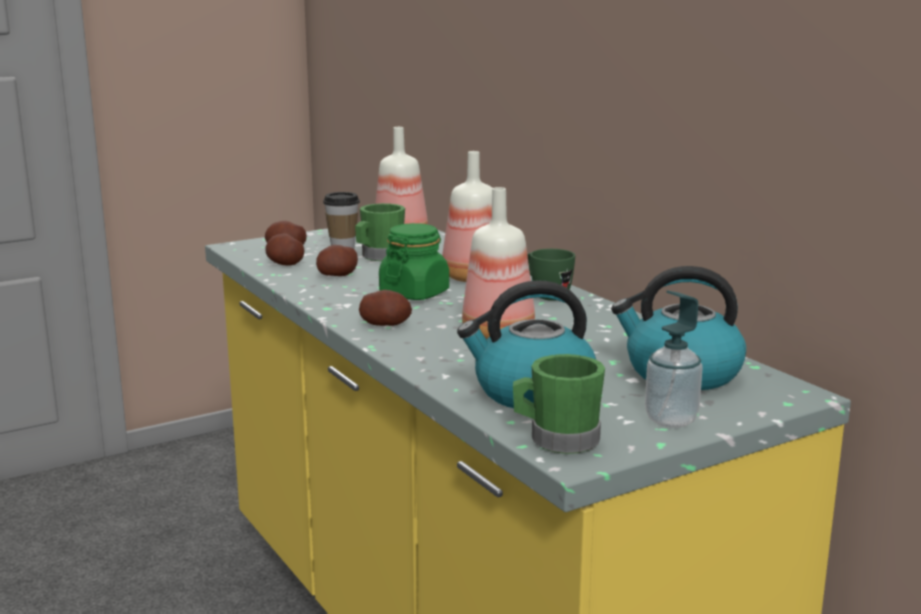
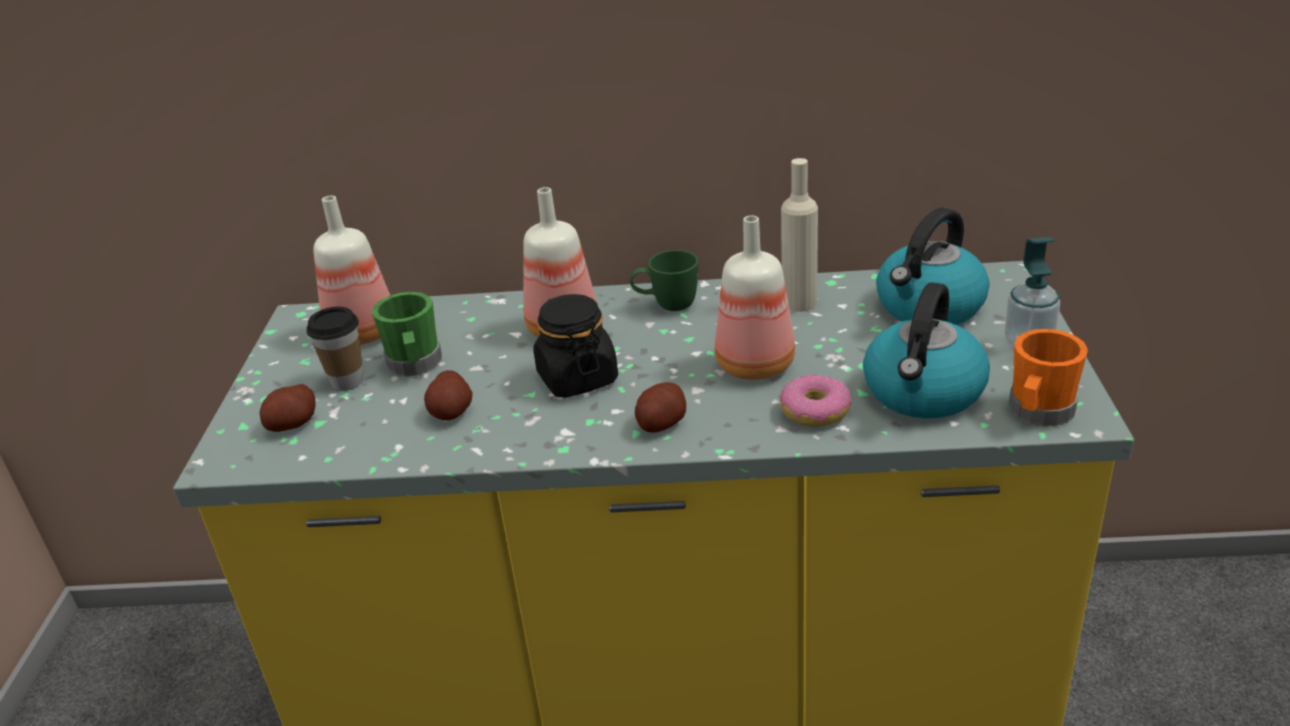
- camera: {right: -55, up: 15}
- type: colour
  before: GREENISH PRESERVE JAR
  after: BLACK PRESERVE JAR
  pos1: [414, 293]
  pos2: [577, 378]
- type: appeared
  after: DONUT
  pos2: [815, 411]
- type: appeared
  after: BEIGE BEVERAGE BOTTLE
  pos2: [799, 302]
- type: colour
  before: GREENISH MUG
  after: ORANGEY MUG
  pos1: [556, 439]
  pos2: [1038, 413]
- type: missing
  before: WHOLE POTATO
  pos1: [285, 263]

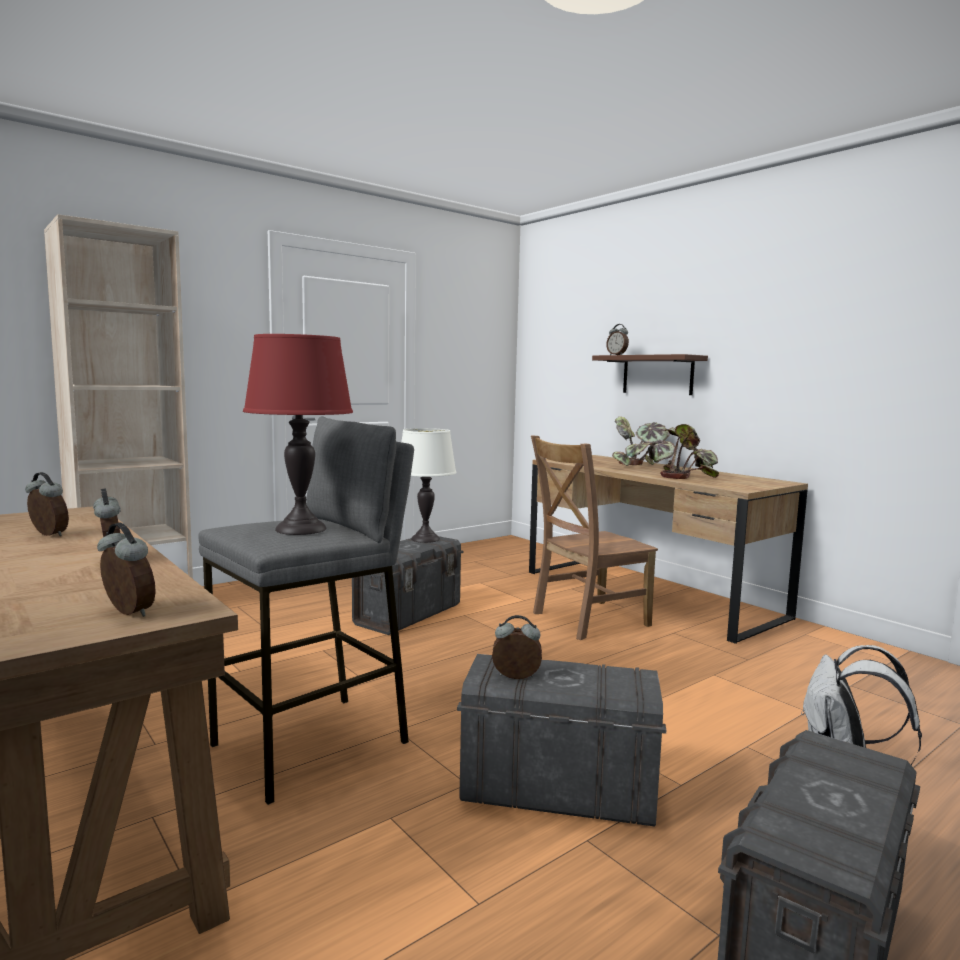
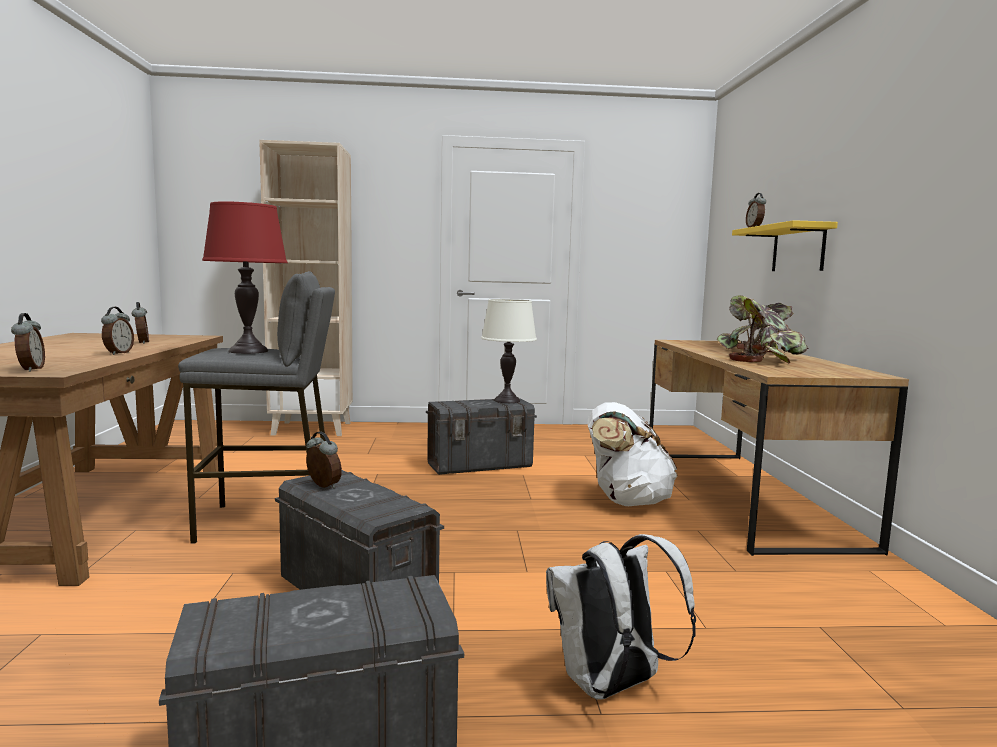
- camera: {right: 35, up: 0}
- type: exchanged
  before: BROWN-COLOURED PLAIN CHAIR
  after: WHITISH RUCKSACK
  pos1: [586, 620]
  pos2: [626, 501]
- type: colour
  before: BROWN-COLOURED SHELF
  after: YELLOW-COLOURED SHELF
  pos1: [657, 375]
  pos2: [798, 249]

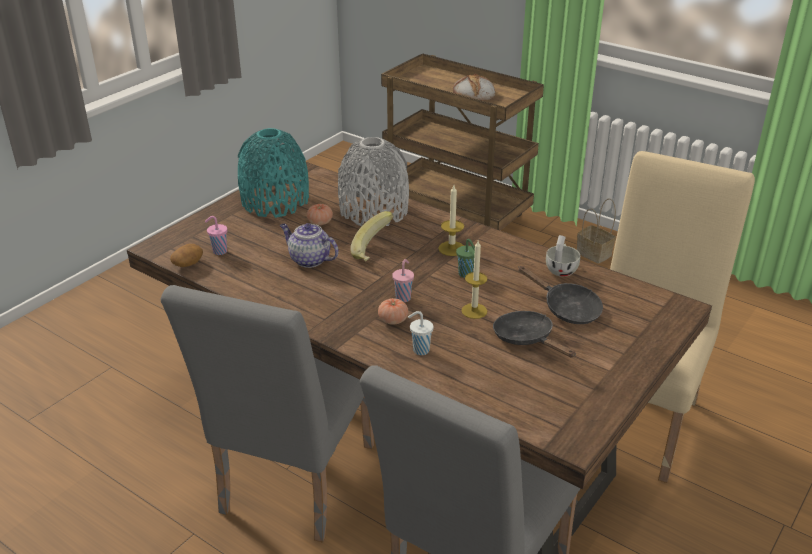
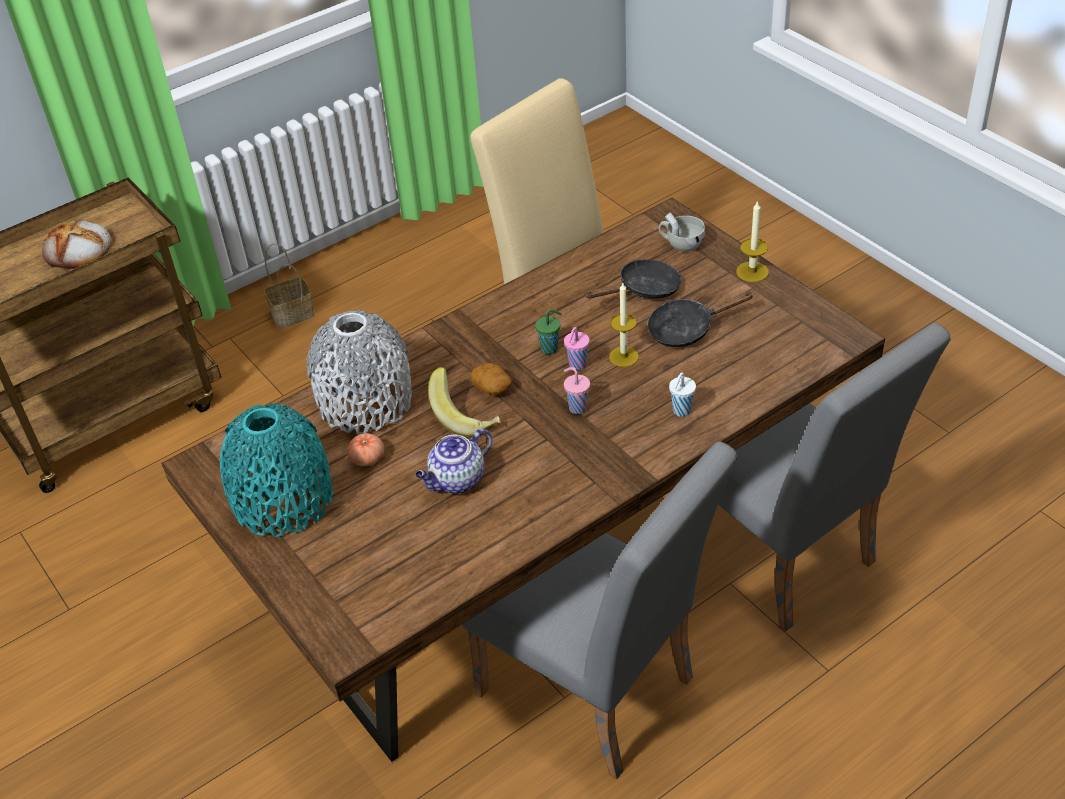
- camera: {right: -70, up: 10}
- type: relocated
  before: WHOLE POTATO
  pos1: [188, 264]
  pos2: [492, 388]
- type: relocated
  before: PINK-COLOURED DRINKING CUP
  pos1: [219, 251]
  pos2: [577, 365]
- type: relocated
  before: WHITISH DRINKING CUP
  pos1: [561, 269]
  pos2: [680, 244]
- type: relocated
  before: CANDLE
  pos1: [451, 248]
  pos2: [752, 272]
- type: missing
  before: WHOLE TOMATO
  pos1: [393, 320]

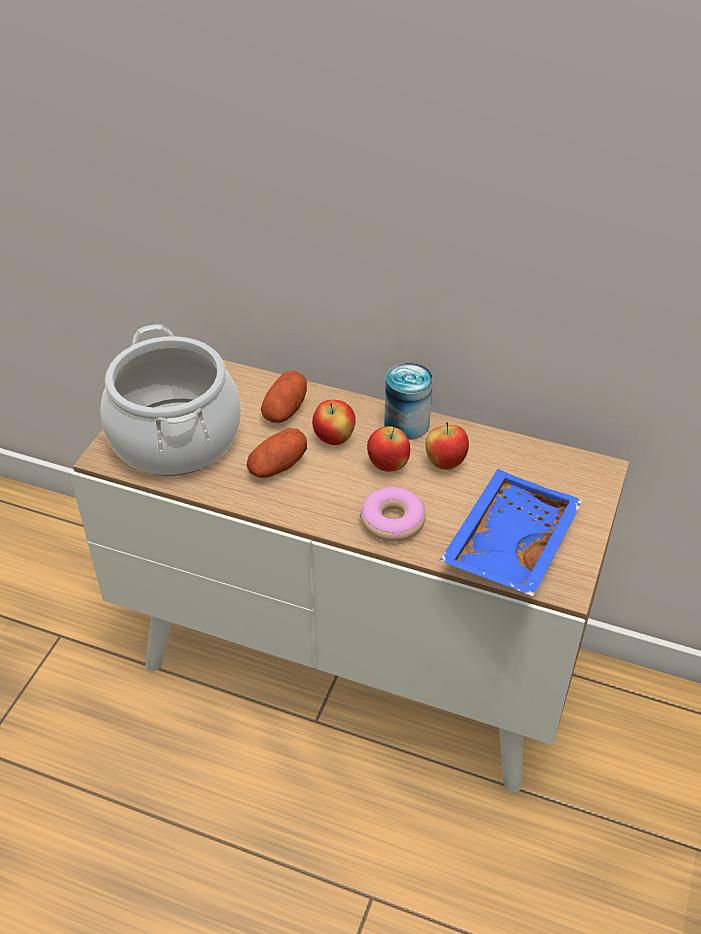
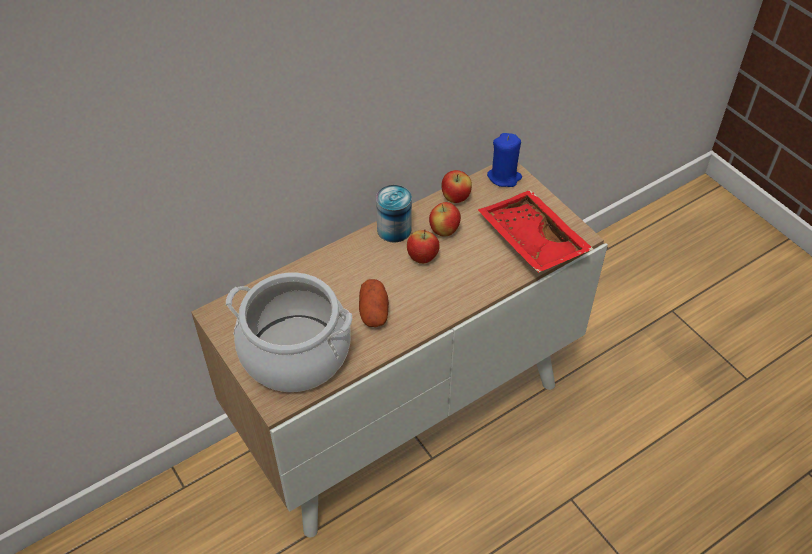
- camera: {right: -55, up: 5}
- type: relocated
  before: APPLE
  pos1: [334, 439]
  pos2: [455, 198]
- type: colour
  before: BLUE-COLOURED SERVING TRAY
  after: REDDISH SERVING TRAY
  pos1: [508, 544]
  pos2: [530, 241]
- type: appeared
  after: BLUE-COLOURED CANDLE
  pos2: [504, 177]
- type: missing
  before: WHOLE POTATO
  pos1: [285, 410]
- type: missing
  before: DONUT
  pos1: [393, 521]

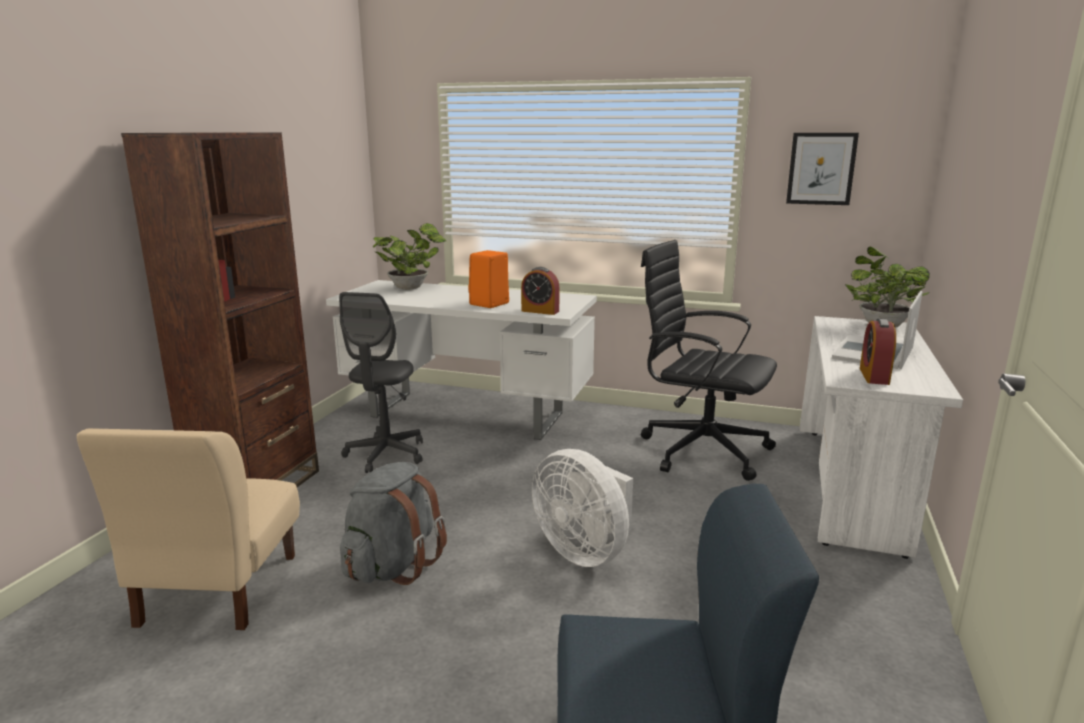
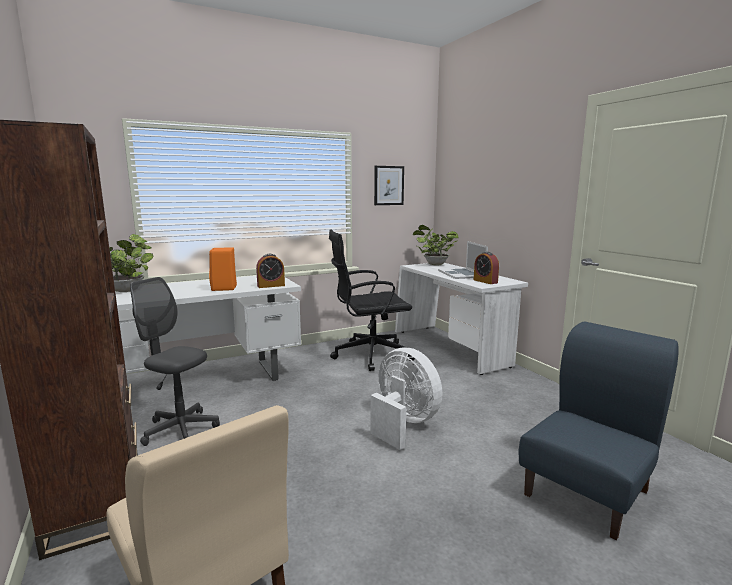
- camera: {right: -45, up: -5}
- type: spun
  before: GREY DESK CHAIR
  pos1: [386, 455]
  pos2: [180, 430]
  turn: 150
- type: spun
  before: WHITISH ELECTRIC FAN
  pos1: [584, 551]
  pos2: [403, 424]
  turn: -135
- type: missing
  before: GREY RUCKSACK
  pos1: [393, 566]

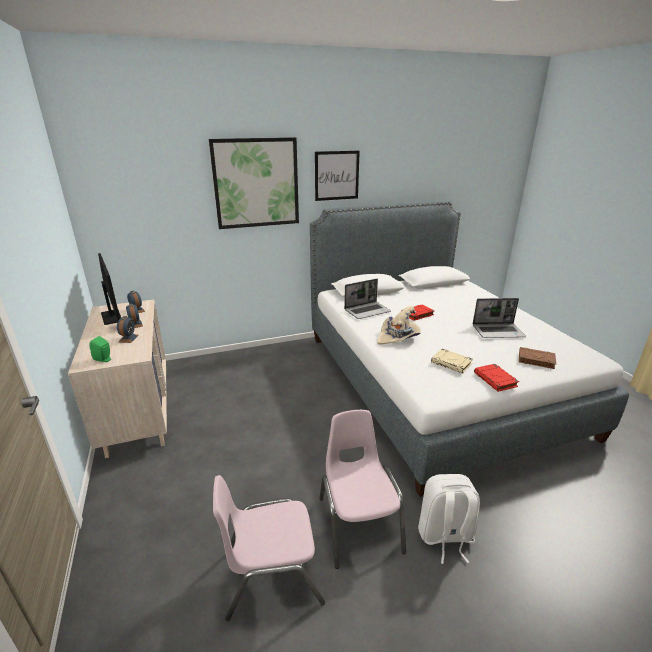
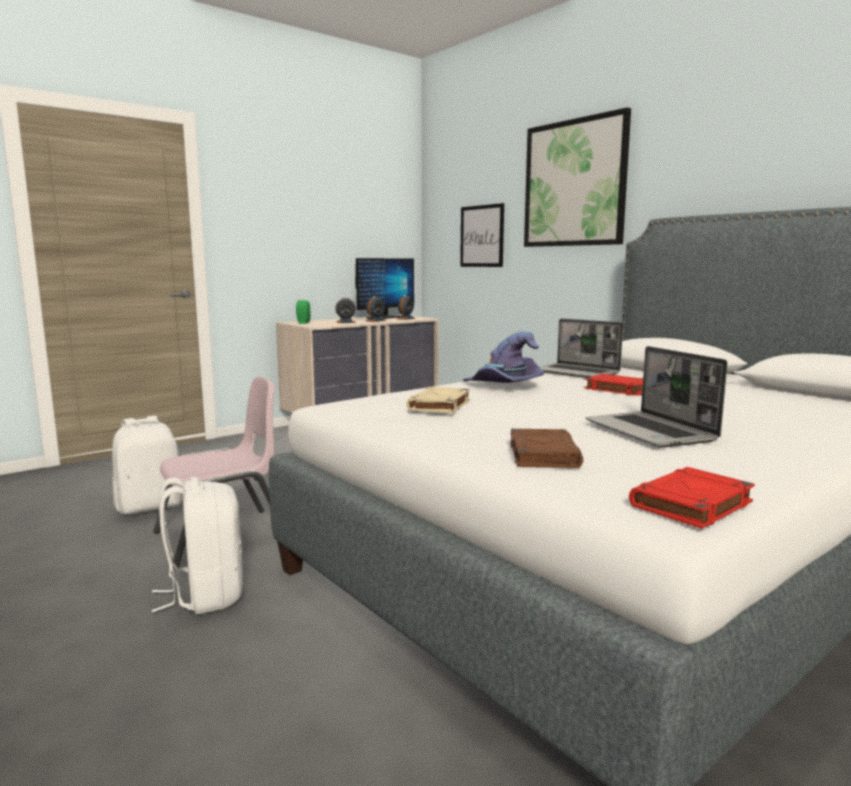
- camera: {right: 70, up: -15}
- type: exchanged
  before: PINK-COLOURED PLAIN CHAIR
  after: WHITISH RUCKSACK
  pos1: [272, 575]
  pos2: [151, 506]
- type: relocated
  before: PICTURE
  pos1: [336, 175]
  pos2: [482, 236]
- type: colour
  before: BEIGE WEARABLE HAT
  after: PURPLE WEARABLE HAT
  pos1: [398, 337]
  pos2: [503, 386]
- type: relocated
  before: REDDISH BOUND BOOK
  pos1: [495, 380]
  pos2: [691, 505]

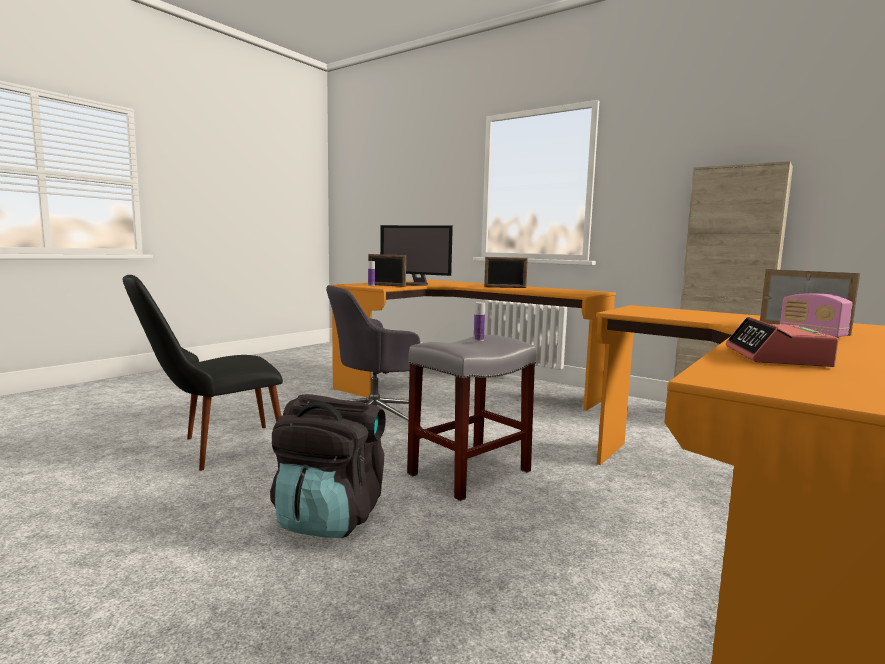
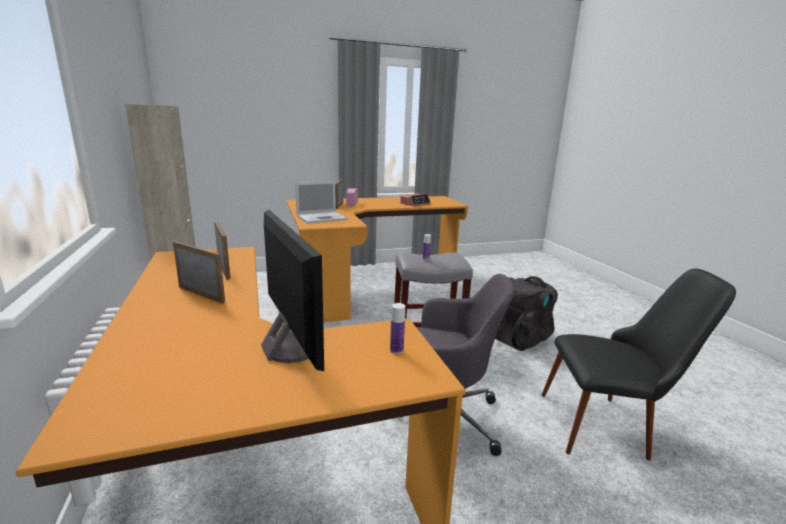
- camera: {right: -145, up: 10}
- type: relocated
  before: PICTURE FRAME
  pos1: [386, 285]
  pos2: [224, 269]
- type: appeared
  after: PORTABLE COMPUTER
  pos2: [322, 217]

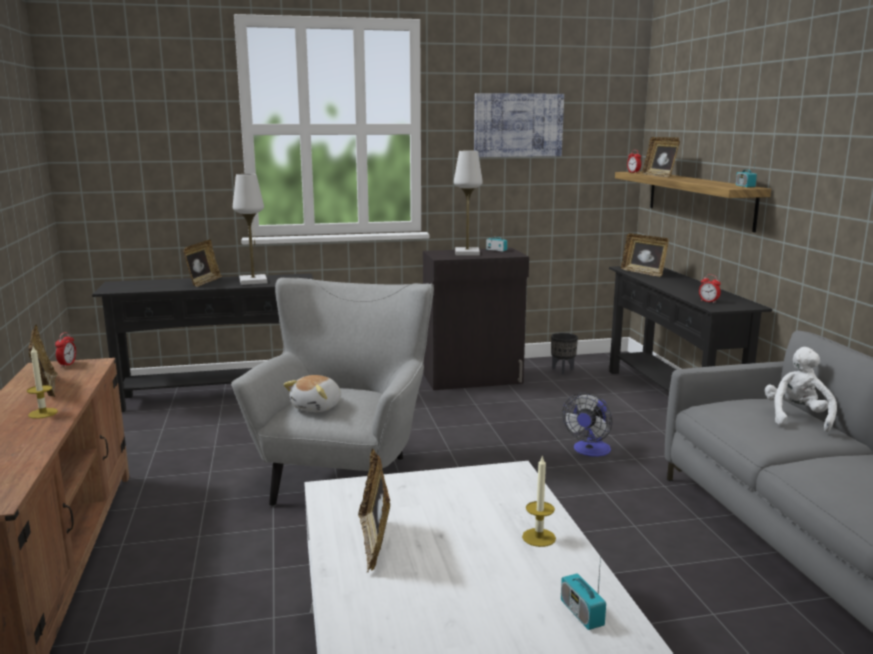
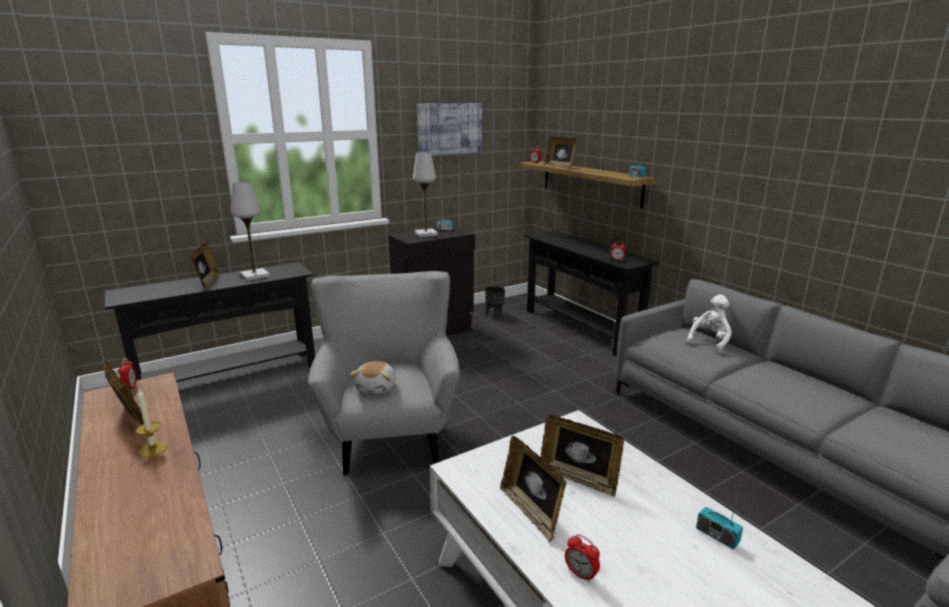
- camera: {right: -20, up: 5}
- type: relocated
  before: PICTURE FRAME
  pos1: [643, 272]
  pos2: [578, 478]
- type: appeared
  after: BEDSIDE CLOCK
  pos2: [581, 574]
- type: spun
  before: WHITISH PLUSH TOY
  pos1: [797, 417]
  pos2: [709, 341]
  turn: 45
- type: missing
  before: CANDLE
  pos1: [539, 537]
- type: missing
  before: ELECTRIC FAN
  pos1: [589, 451]

